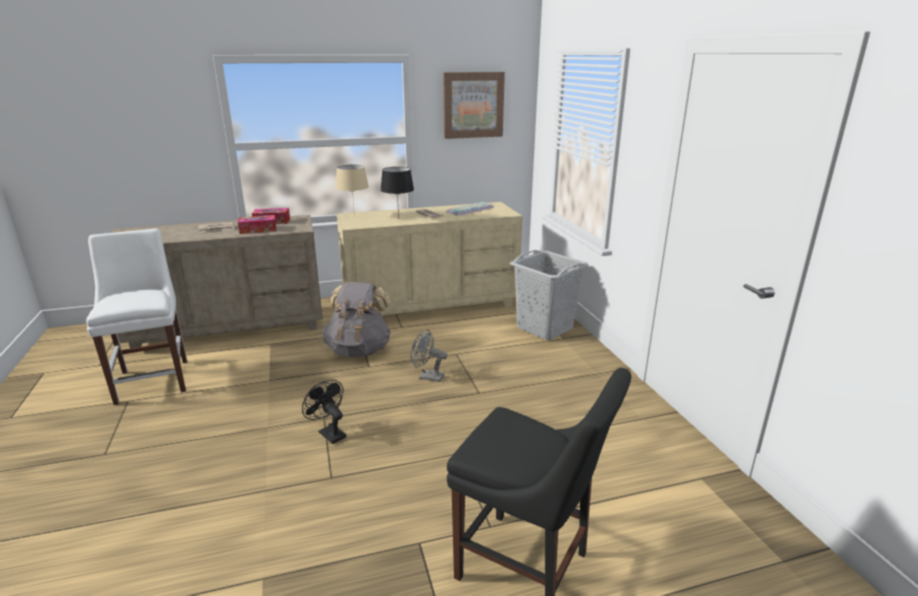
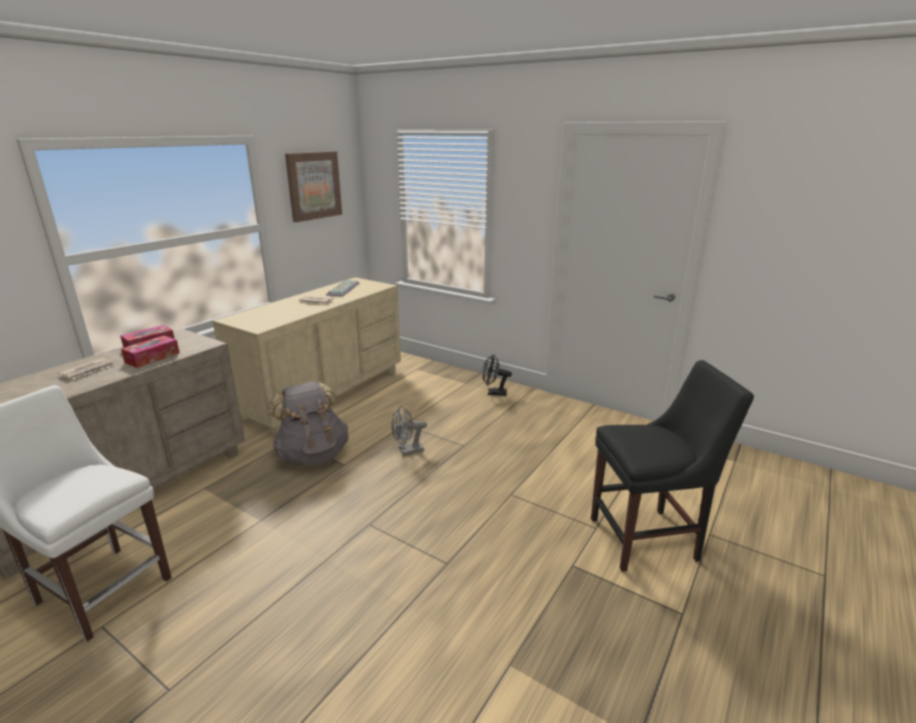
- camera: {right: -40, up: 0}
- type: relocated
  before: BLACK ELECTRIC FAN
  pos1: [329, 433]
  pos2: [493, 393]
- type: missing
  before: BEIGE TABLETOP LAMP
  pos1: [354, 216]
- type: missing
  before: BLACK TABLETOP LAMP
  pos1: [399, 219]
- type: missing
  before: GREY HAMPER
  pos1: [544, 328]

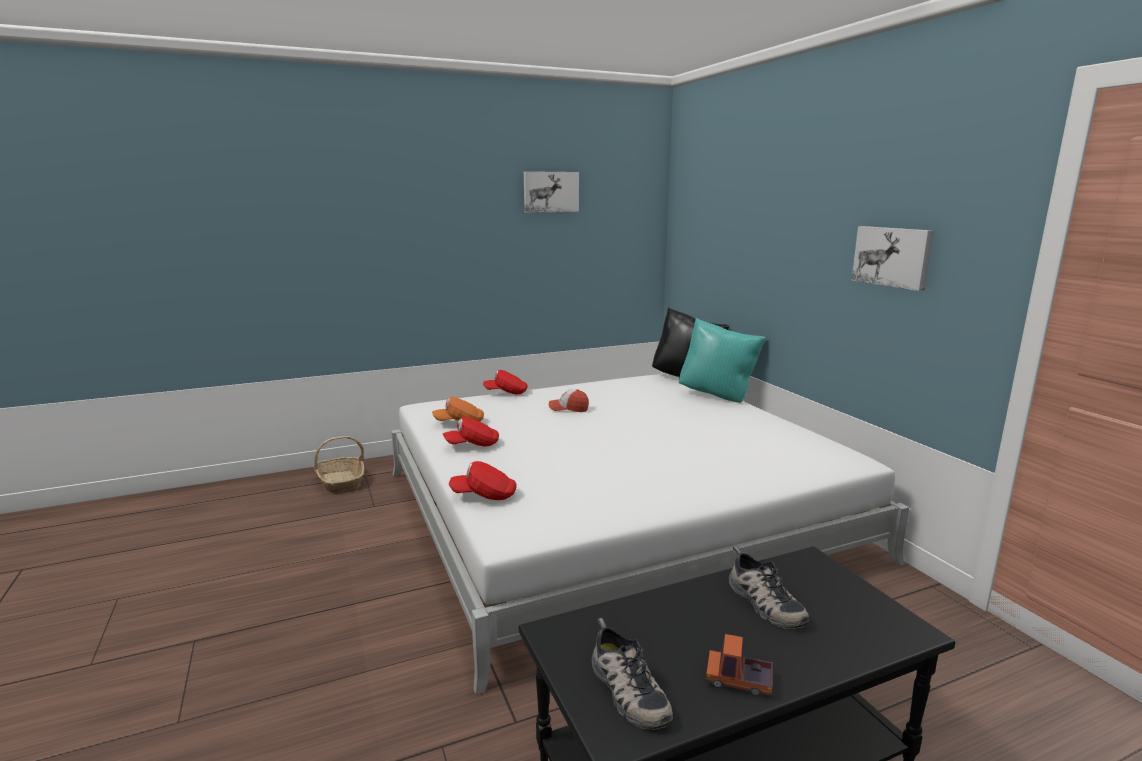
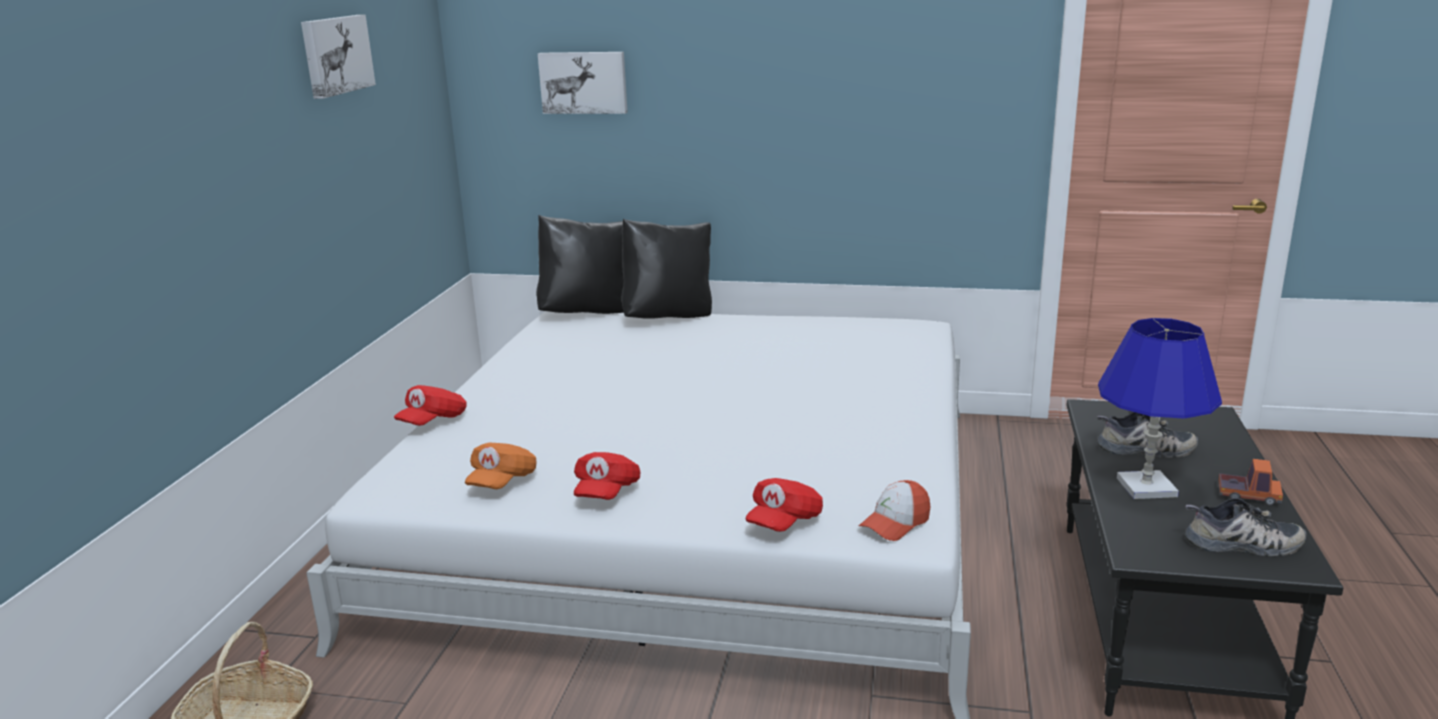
- camera: {right: -55, up: 5}
- type: relocated
  before: PICTURE
  pos1: [893, 257]
  pos2: [584, 82]
- type: colour
  before: TURQUOISE-COLOURED CUSHION
  after: BLACK CUSHION
  pos1: [718, 395]
  pos2: [669, 317]
- type: relocated
  before: CAP
  pos1: [568, 408]
  pos2: [895, 523]
- type: appeared
  after: BLUE-COLOURED TABLETOP LAMP
  pos2: [1146, 487]
- type: spun
  before: TOY LORRY
  pos1: [738, 680]
  pos2: [1248, 496]
  turn: -120

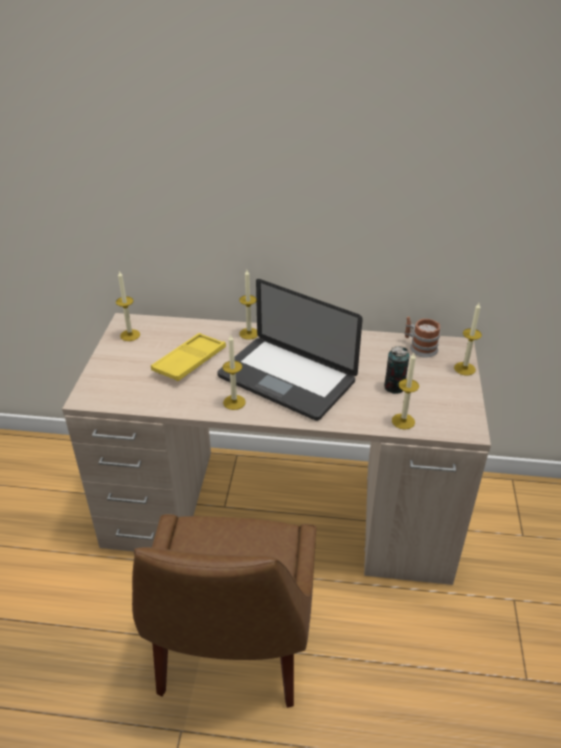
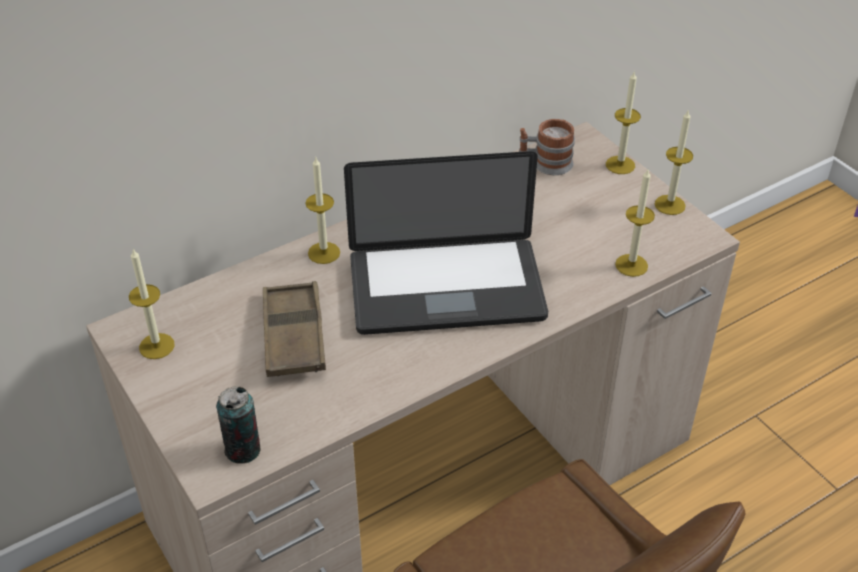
- camera: {right: -40, up: 5}
- type: relocated
  before: SEALED CAN
  pos1: [394, 387]
  pos2: [243, 450]
- type: colour
  before: YELLOW-COLOURED SERVING TRAY
  after: BROWN-COLOURED SERVING TRAY
  pos1: [190, 361]
  pos2: [294, 335]
- type: relocated
  before: CANDLE
  pos1: [234, 402]
  pos2: [670, 205]

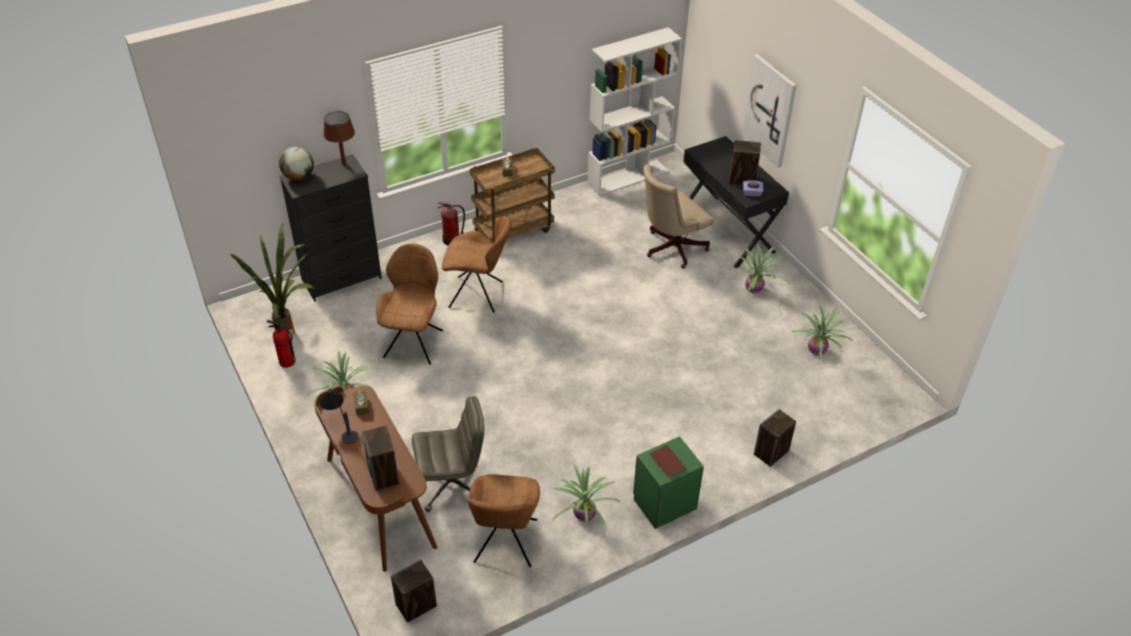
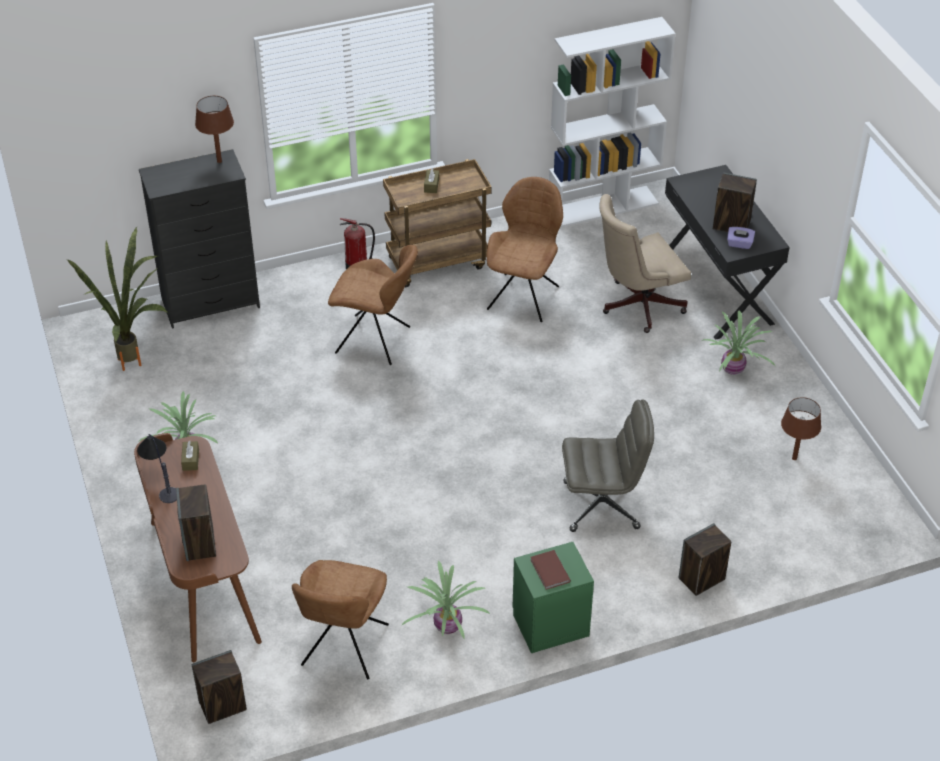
- camera: {right: 10, up: 0}
- type: relocated
  before: BROWN-COLOURED PLAIN CHAIR
  pos1: [414, 342]
  pos2: [524, 296]
- type: relocated
  before: GREY DESK CHAIR
  pos1: [452, 484]
  pos2: [602, 505]
- type: exchanged
  before: HOUSEPLANT
  after: BROWN-COLOURED TABLETOP LAMP
  pos1: [816, 351]
  pos2: [794, 458]
- type: missing
  before: EXTINGUISHER
  pos1: [286, 362]
- type: missing
  before: DESK GLOBE
  pos1: [299, 177]
- type: missing
  before: PICTURE
  pos1: [770, 110]

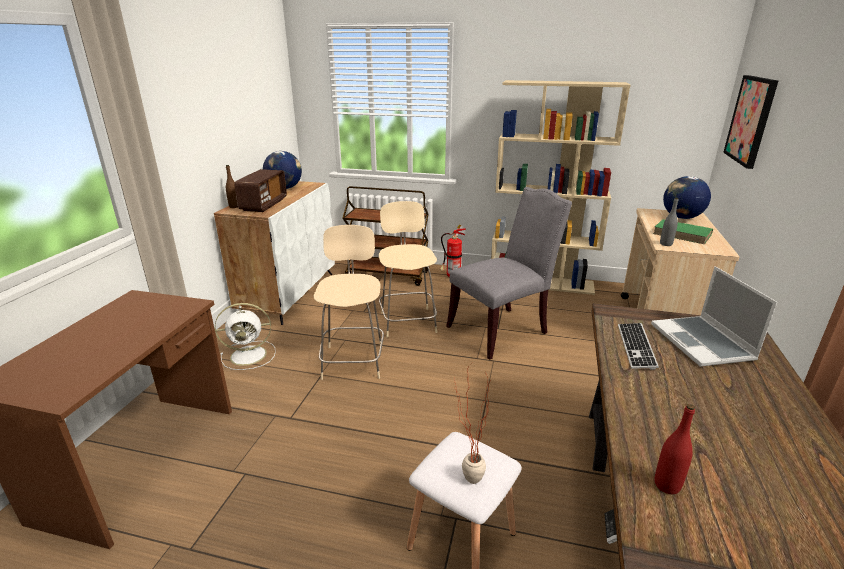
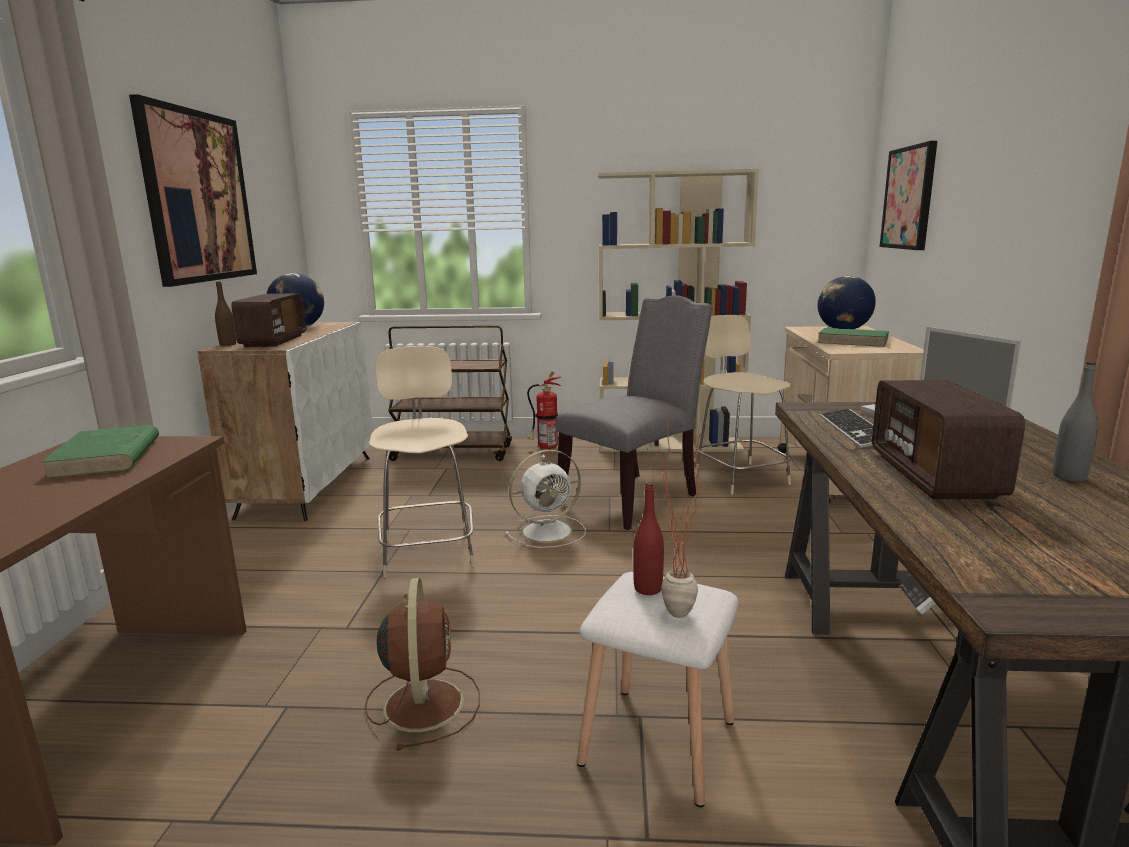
- camera: {right: -10, up: -10}
- type: appeared
  after: GREENISH BOUND BOOK
  pos2: [106, 457]
- type: appeared
  after: PICTURE
  pos2: [198, 197]
- type: appeared
  after: BROWN-COLOURED ELECTRIC FAN
  pos2: [423, 702]
- type: relocated
  before: WHITISH ELECTRIC FAN
  pos1: [250, 355]
  pos2: [549, 531]
- type: relocated
  before: REDDISH BEVERAGE BOTTLE
  pos1: [667, 485]
  pos2: [648, 589]
- type: relocated
  before: BEIGE PLAIN CHAIR
  pos1: [408, 321]
  pos2: [739, 477]
- type: appeared
  after: RADIO RECEIVER
  pos2: [934, 475]
- type: relocated
  before: GREY BEVERAGE BOTTLE
  pos1: [666, 244]
  pos2: [1069, 477]

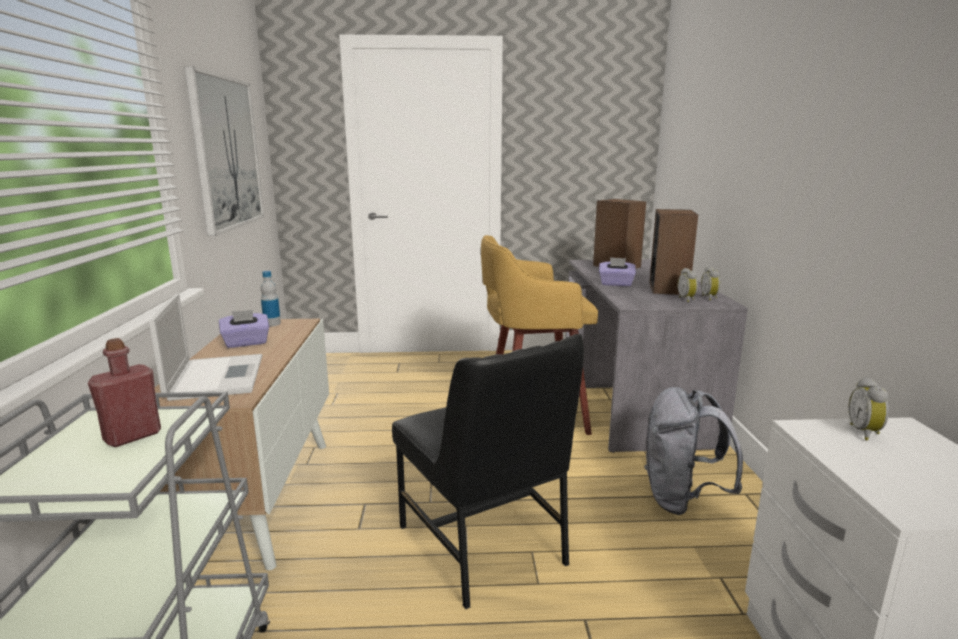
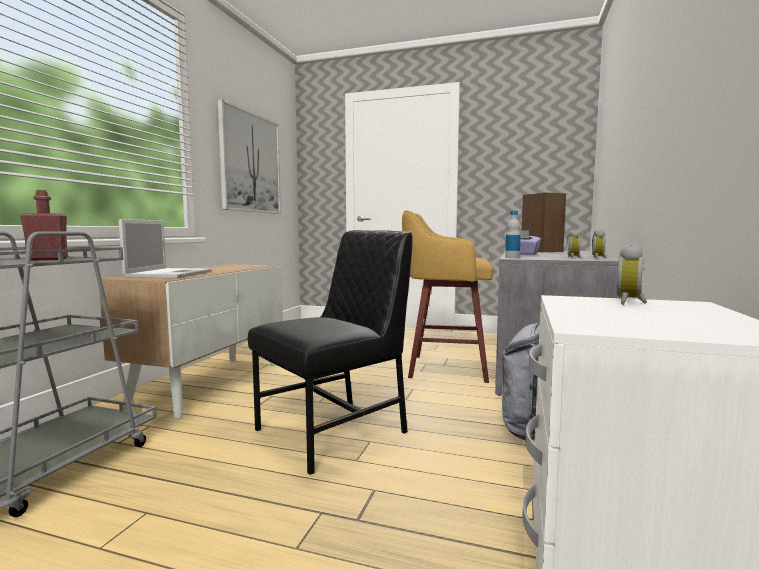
- camera: {right: 20, up: -10}
- type: spun
  before: BLACK PLAIN CHAIR
  pos1: [484, 545]
  pos2: [335, 431]
  turn: -120
- type: relocated
  before: BEVERAGE BOTTLE
  pos1: [272, 324]
  pos2: [512, 257]
- type: missing
  before: PURPLE BOX OF TISSUES
  pos1: [246, 343]
- type: missing
  before: LOUDSPEAKER
  pos1: [669, 289]

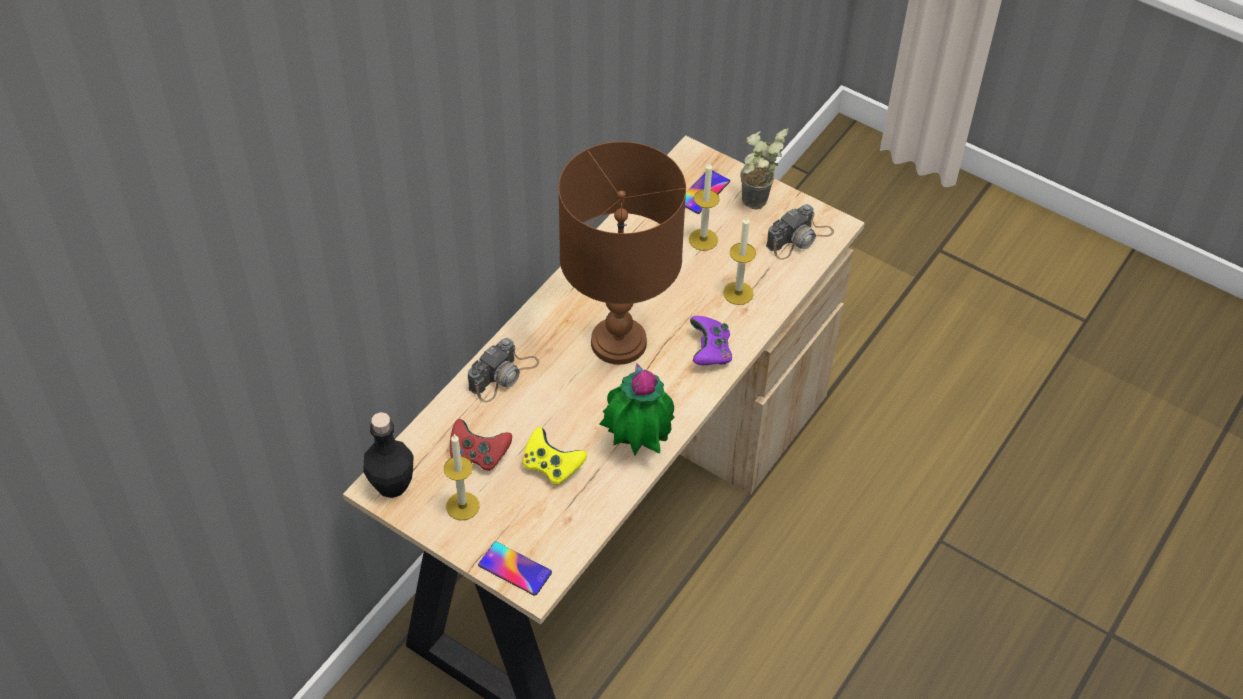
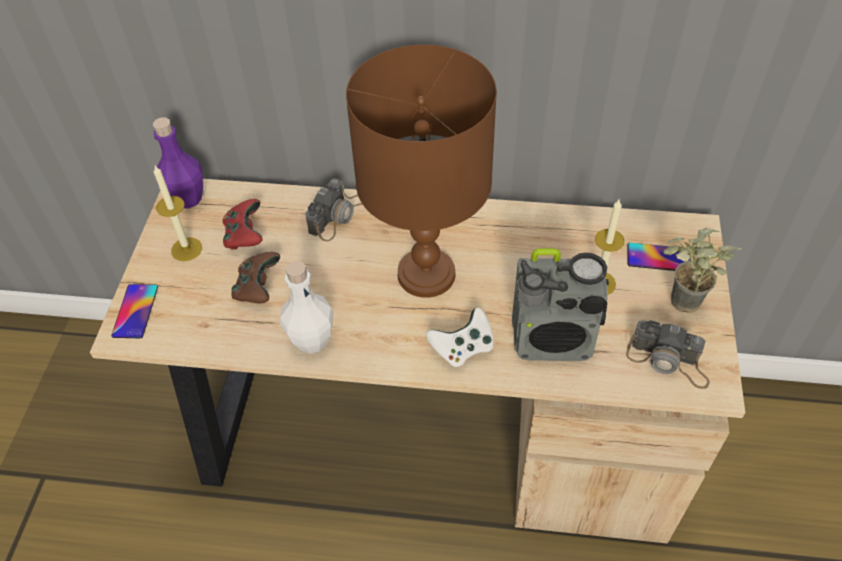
- camera: {right: 65, up: 0}
- type: colour
  before: BLACK BEVERAGE BOTTLE
  after: PURPLE BEVERAGE BOTTLE
  pos1: [392, 485]
  pos2: [188, 198]
- type: colour
  before: YELLOW-COLOURED GAMEPAD
  after: BROWN-COLOURED GAMEPAD
  pos1: [551, 466]
  pos2: [257, 288]
- type: exchanged
  before: HOUSEPLANT
  after: WHITISH BEVERAGE BOTTLE
  pos1: [637, 447]
  pos2: [311, 340]
- type: spun
  before: STILL CAMERA
  pos1: [503, 375]
  pos2: [338, 215]
  turn: -75
- type: colour
  before: PURPLE GAMEPAD
  after: WHITISH GAMEPAD
  pos1: [710, 352]
  pos2: [462, 348]
- type: exchanged
  before: CANDLE
  after: RADIO RECEIVER
  pos1: [738, 293]
  pos2: [553, 339]

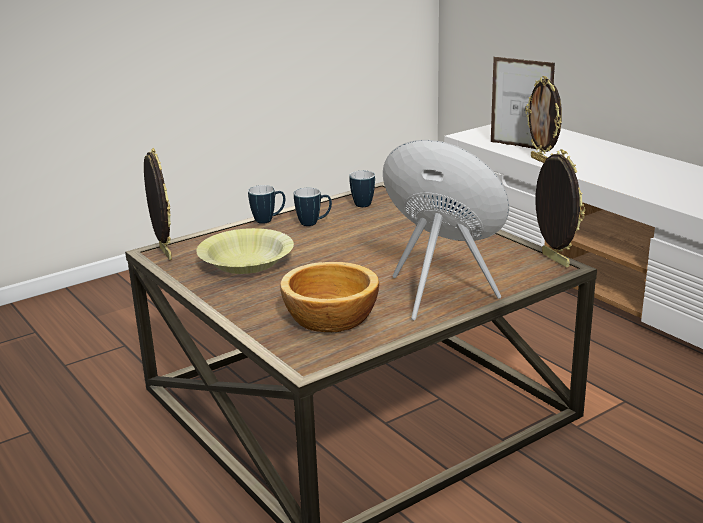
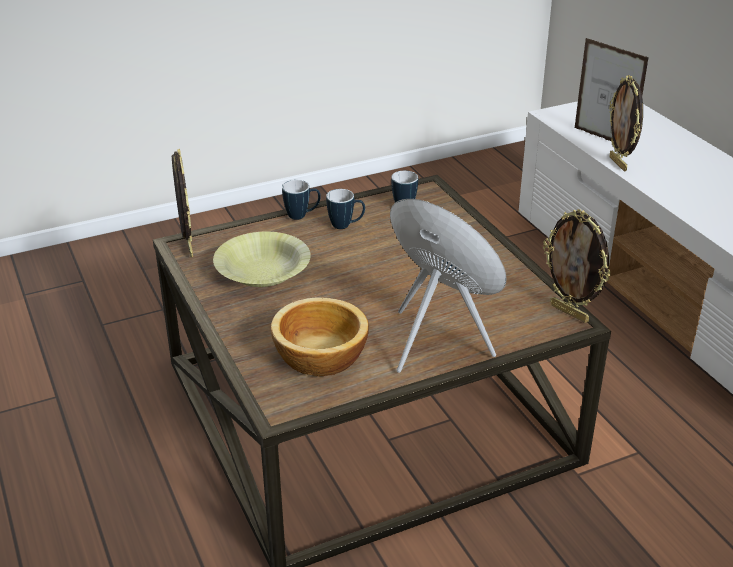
- camera: {right: 10, up: 10}
- type: spun
  before: PICTURE FRAME
  pos1: [553, 260]
  pos2: [570, 312]
  turn: 150

